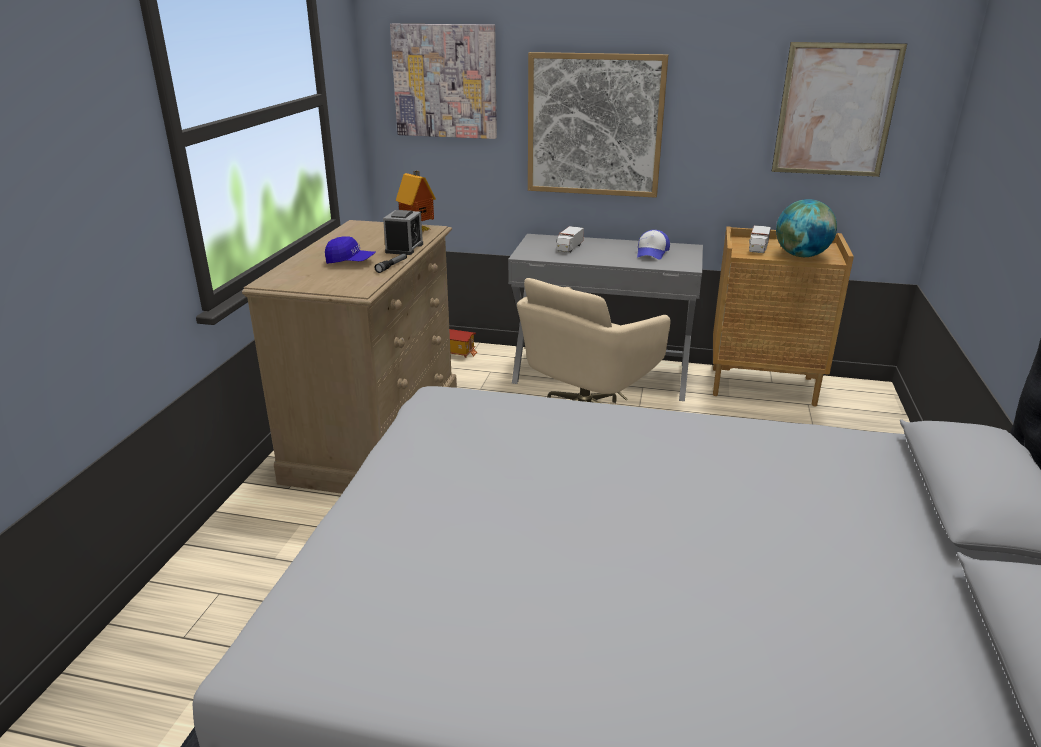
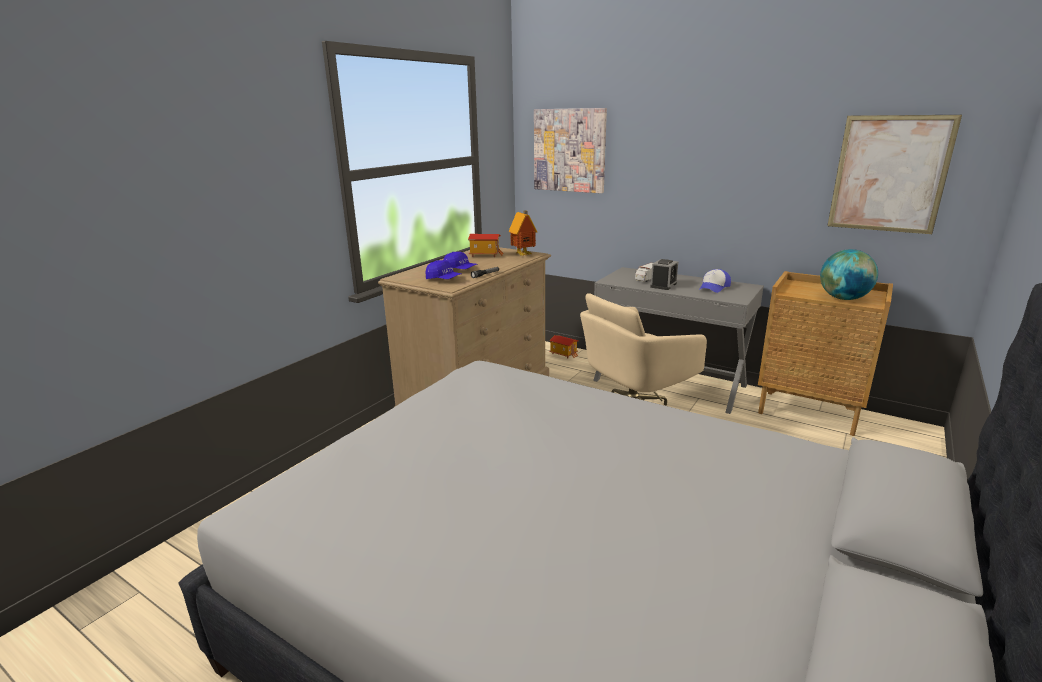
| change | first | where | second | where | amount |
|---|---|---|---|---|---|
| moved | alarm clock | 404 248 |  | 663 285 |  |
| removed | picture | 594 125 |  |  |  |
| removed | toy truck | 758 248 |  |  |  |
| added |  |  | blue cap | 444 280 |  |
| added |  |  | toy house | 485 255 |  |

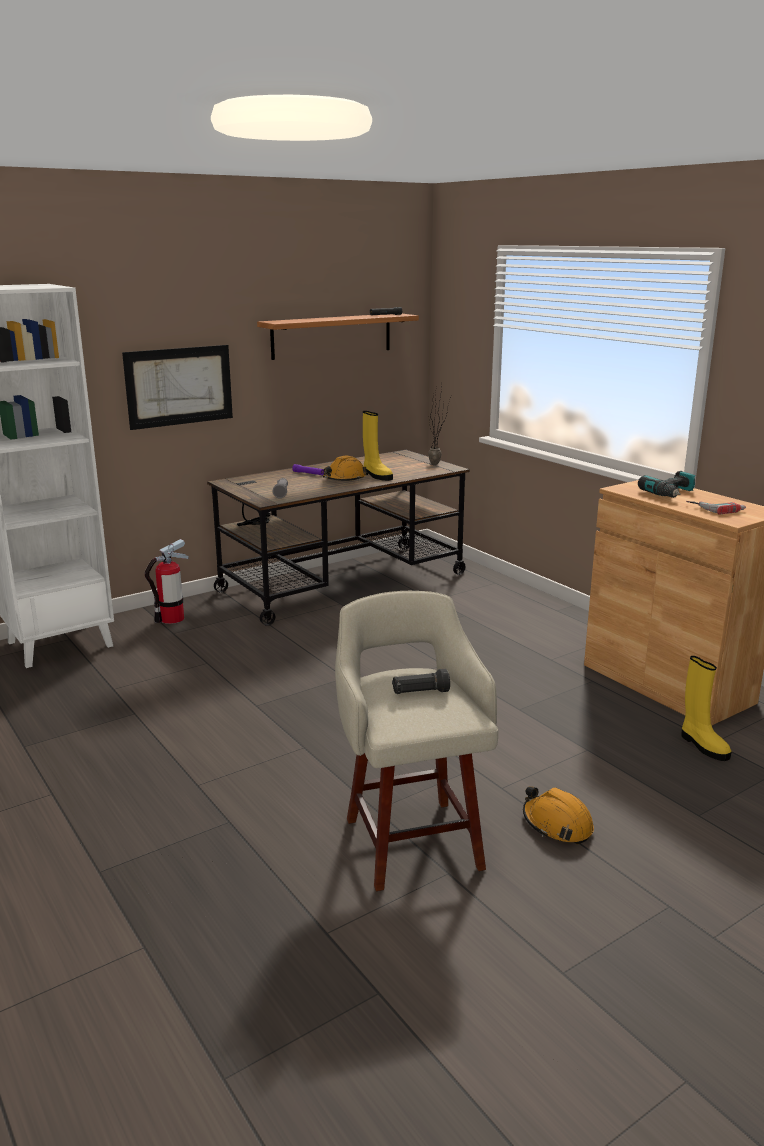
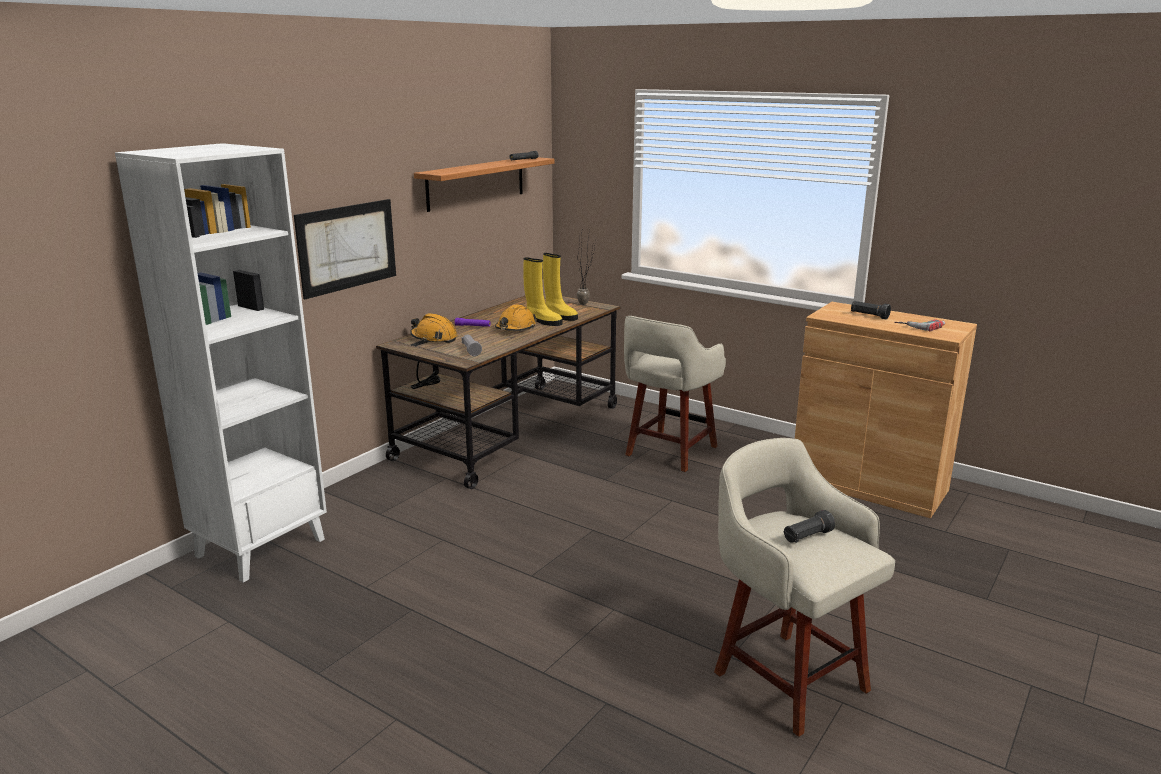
| change | first | where | second | where | amount |
|---|---|---|---|---|---|
| removed | fire extinguisher | 171 619 |  |  |  |
| moved | orange hard hat | 557 824 |  | 434 338 |  |
| replaced | power drill | 671 494 | black flashlight | 869 316 |  |
| moved | yellow boot | 702 745 |  | 559 316 |  |
| added |  |  | beige stool | 669 452 |  |

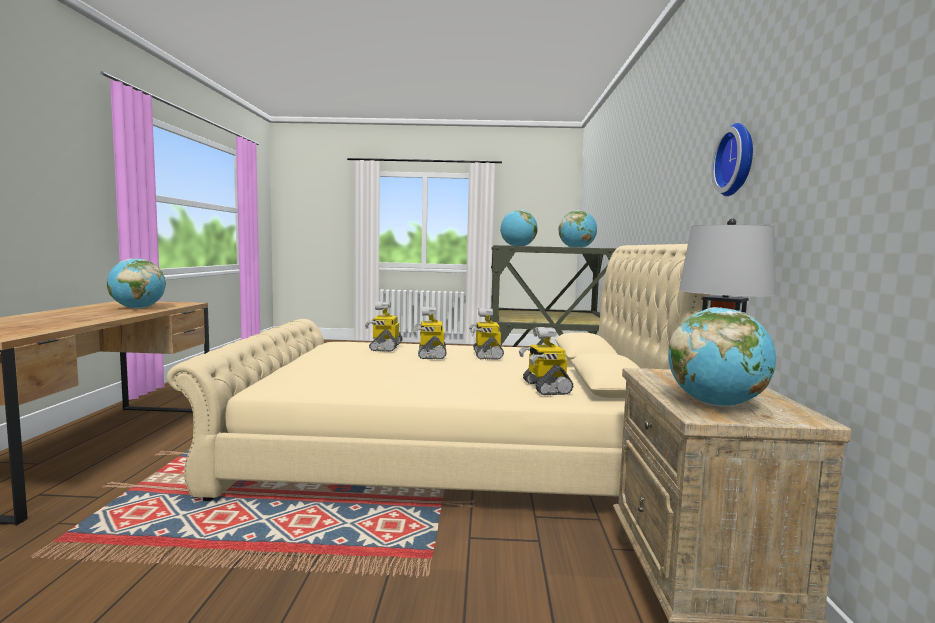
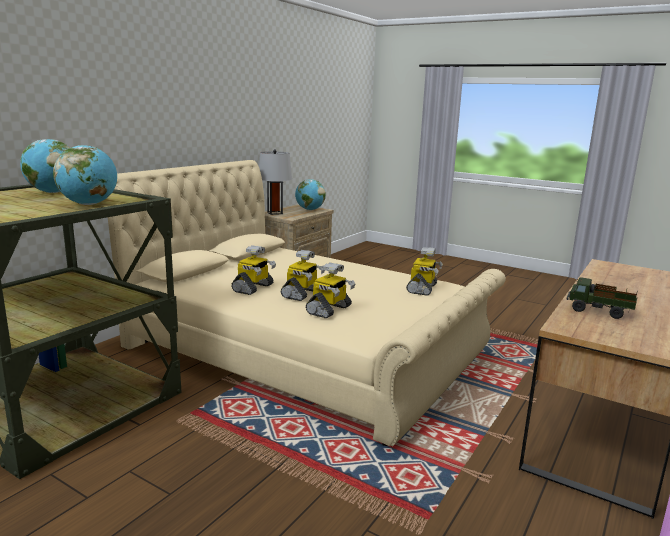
| change | first | where | second | where | amount |
|---|---|---|---|---|---|
| replaced | globe | 138 308 | toy truck | 599 311 |  |
| moved | toy robot | 545 387 |  | 422 289 |  |
| removed | wall clock | 738 160 |  |  |  |

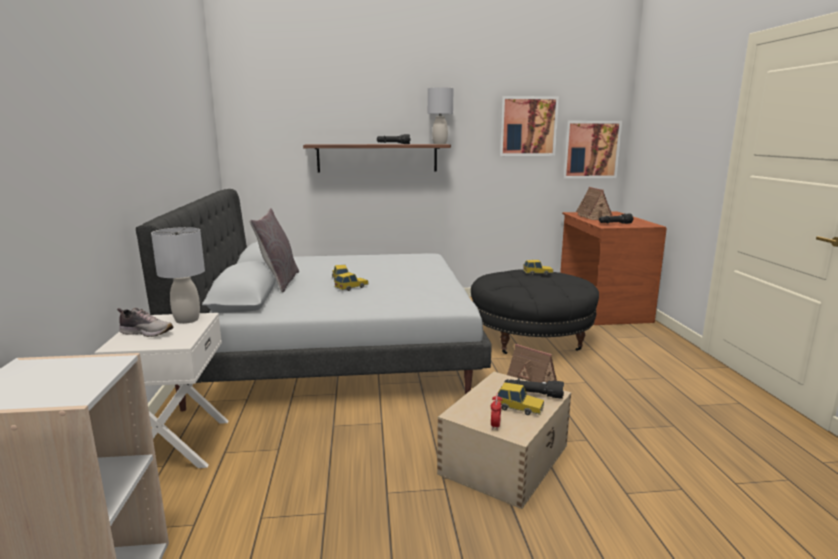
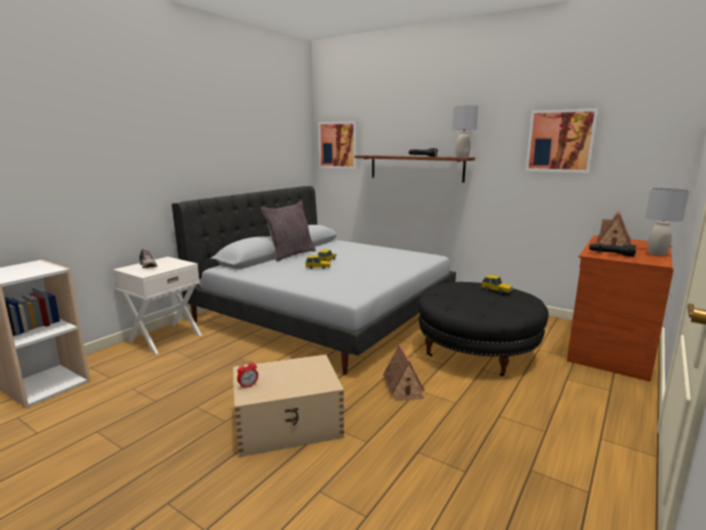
| change | first | where | second | where | amount |
|---|---|---|---|---|---|
| moved | grey table lamp | 187 320 |  | 657 253 |  |
| removed | toy car | 519 407 |  |  |  |
| removed | black flashlight | 533 394 |  |  |  |
| moved | picture | 591 149 |  | 338 145 |  |

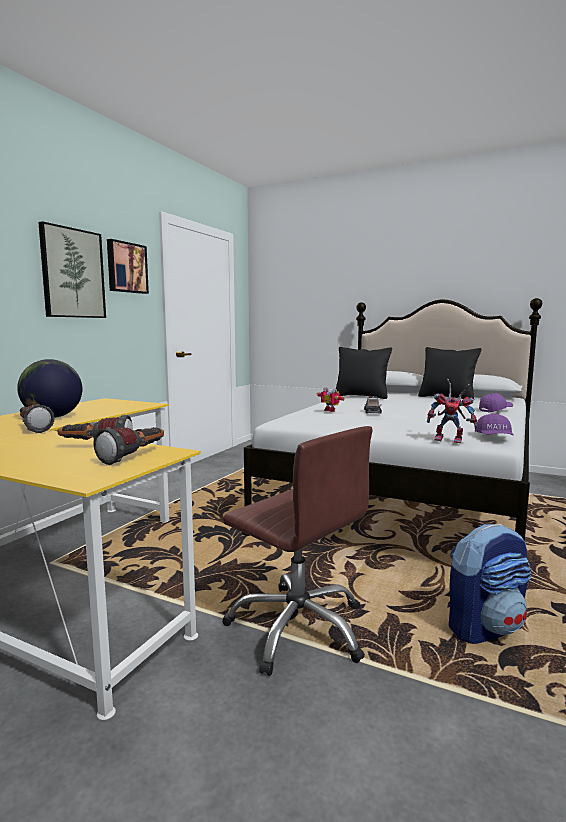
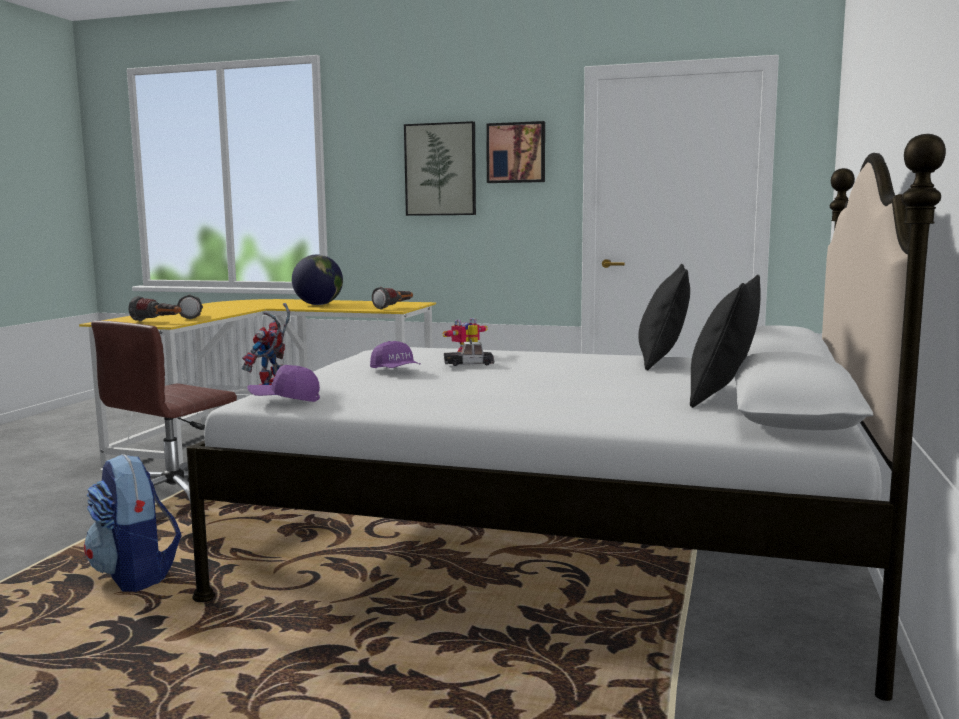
| change | first | where | second | where | amount |
|---|---|---|---|---|---|
| moved | flashlight | 32 429 |  | 395 307 |  |
| moved | purple cap | 495 410 |  | 396 371 |  |

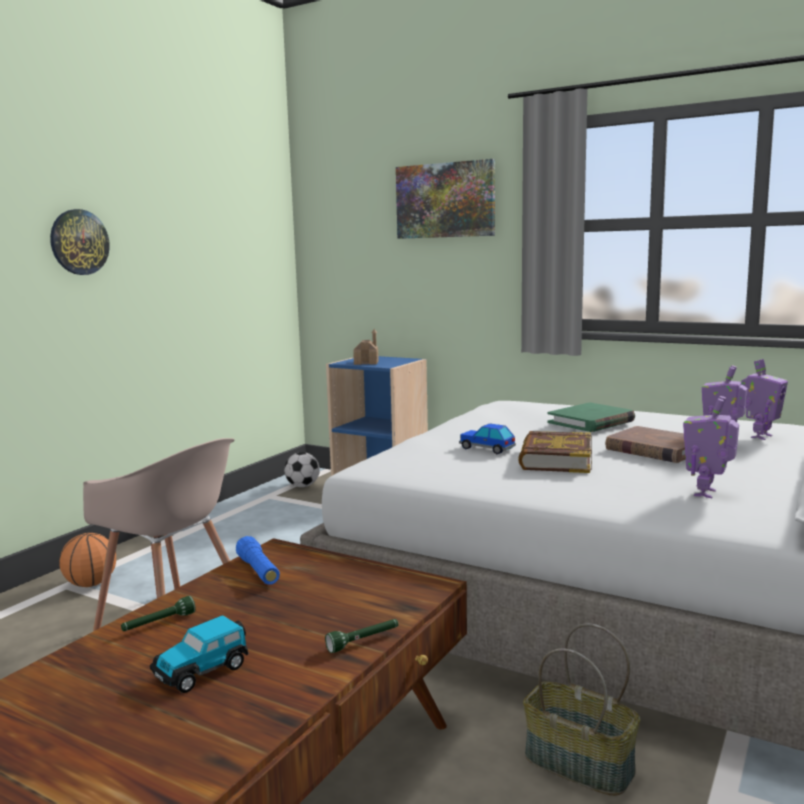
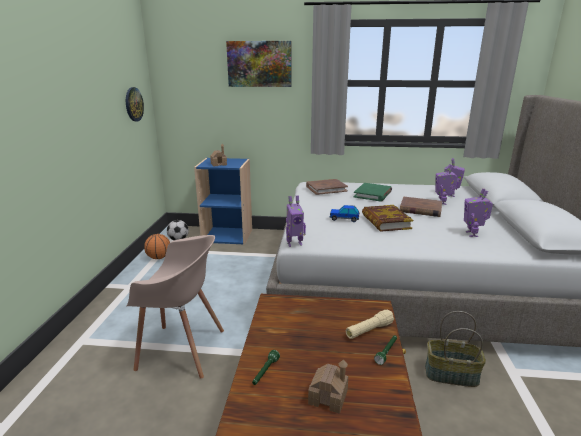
| change | first | where | second | where | amount |
|---|---|---|---|---|---|
| moved | wall clock | 79 242 |  | 133 104 |  |
| moved | basketball | 91 584 |  | 159 257 |  |
| replaced | toy car | 203 670 | toy house | 328 397 |  |
| removed | blue flashlight | 258 571 |  |  |  |
| added |  |  | toy robot | 294 243 |  |
| added |  |  | brown book | 326 188 |  |
| added |  |  | beige flashlight | 369 330 |  |

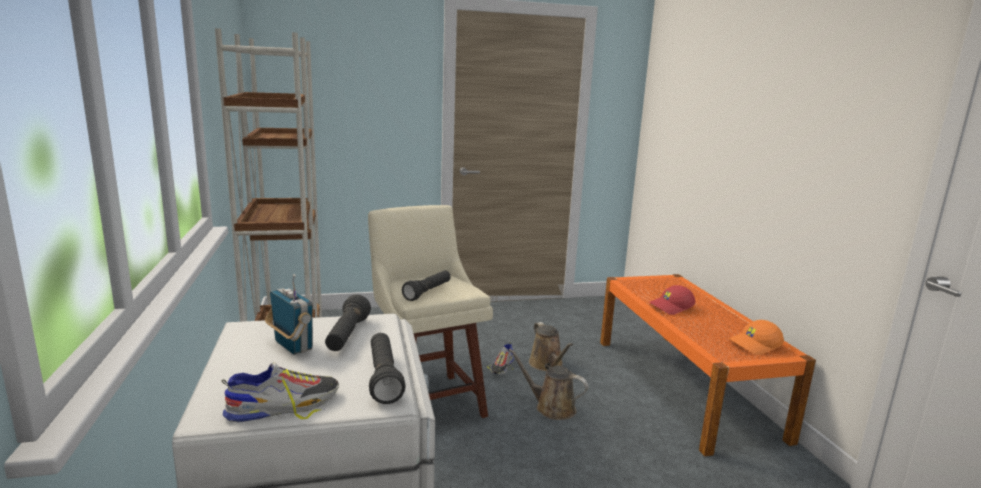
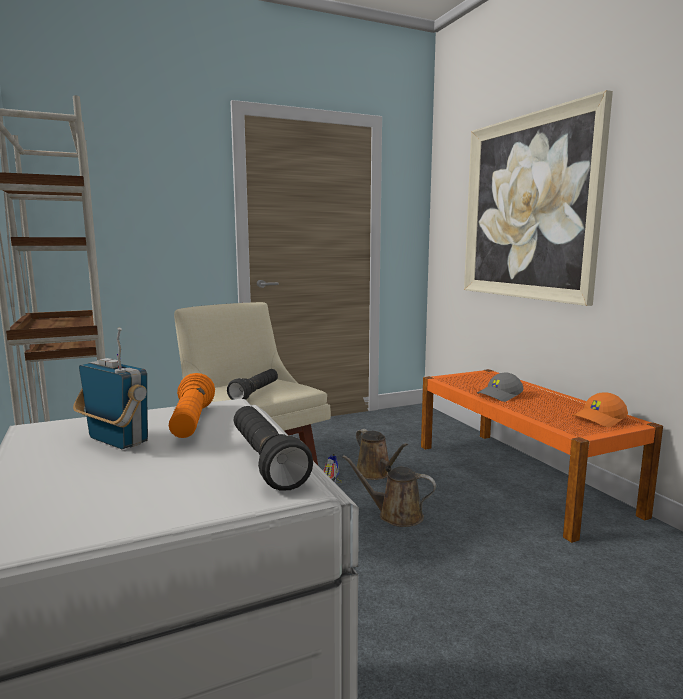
| change | first | where | second | where | amount |
|---|---|---|---|---|---|
| removed | shoe | 284 405 |  |  |  |
| recoloured | black flashlight | 347 336 | orange flashlight | 191 423 |  |
| recoloured | red cap | 671 307 | grey cap | 500 395 |  |
| added |  |  | picture | 528 208 |  |

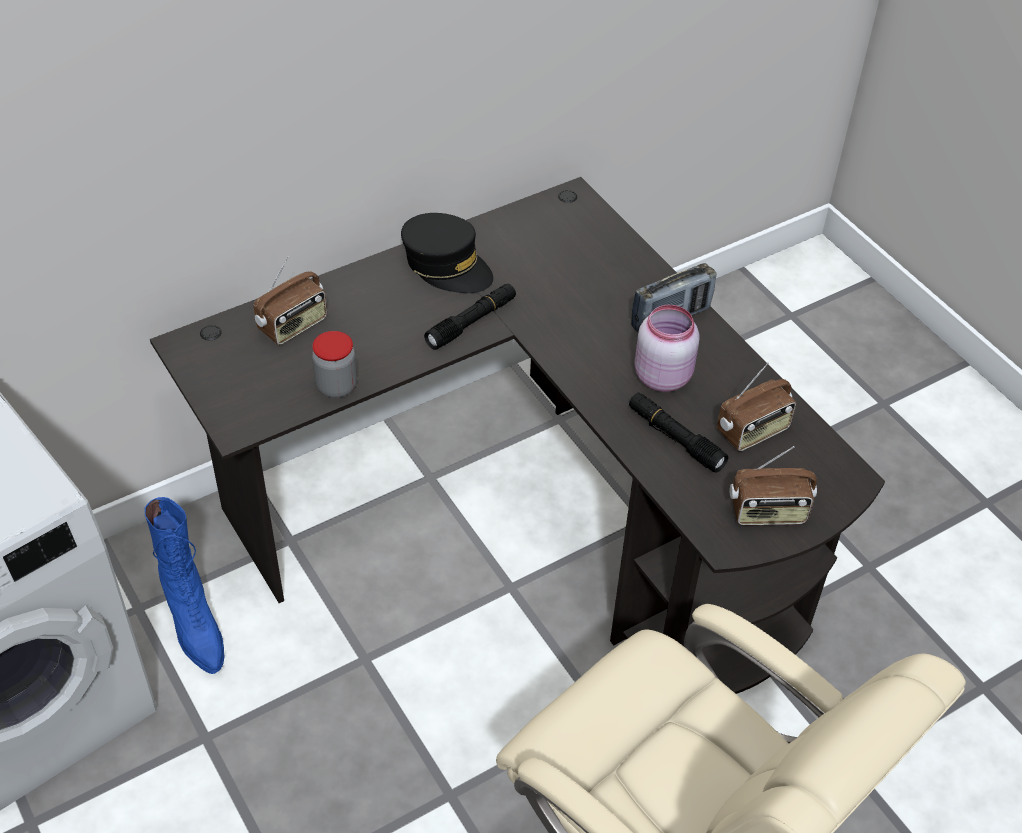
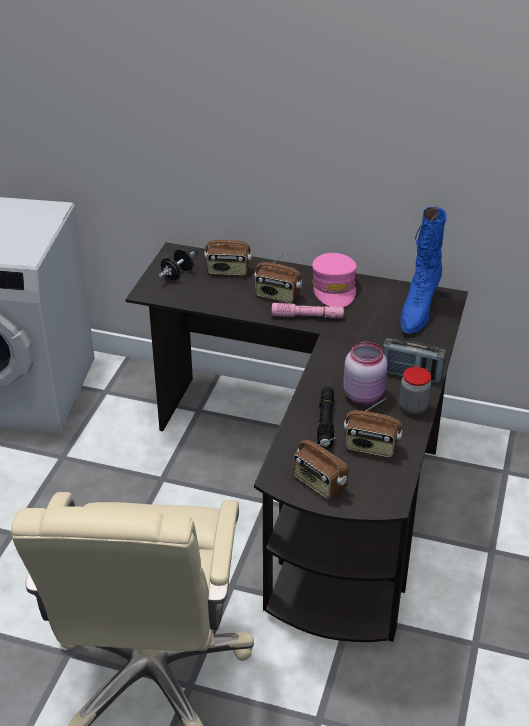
| change | first | where | second | where | amount |
|---|---|---|---|---|---|
| moved | blue boot | 194 625 |  | 418 311 |  |
| moved | jar | 336 386 |  | 413 407 |  |
| recoloured | black cap | 447 265 | pink cap | 334 288 |  |
| recoloured | black flashlight | 471 322 | pink flashlight | 307 316 |  |
| added |  |  | black dumbbell | 177 274 |  |
| added |  |  | radio | 277 295 |  |

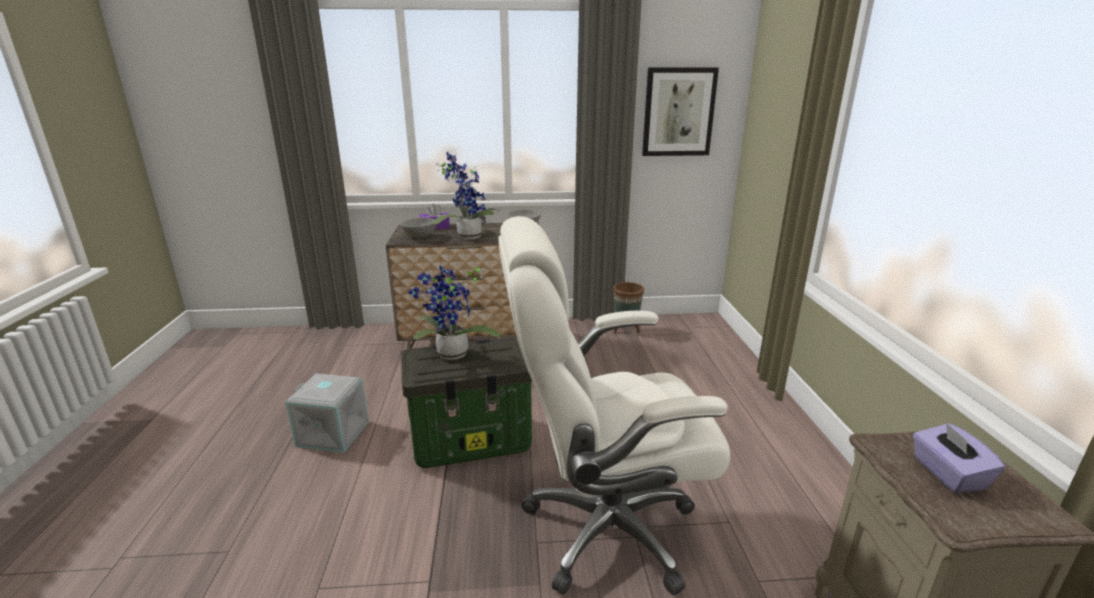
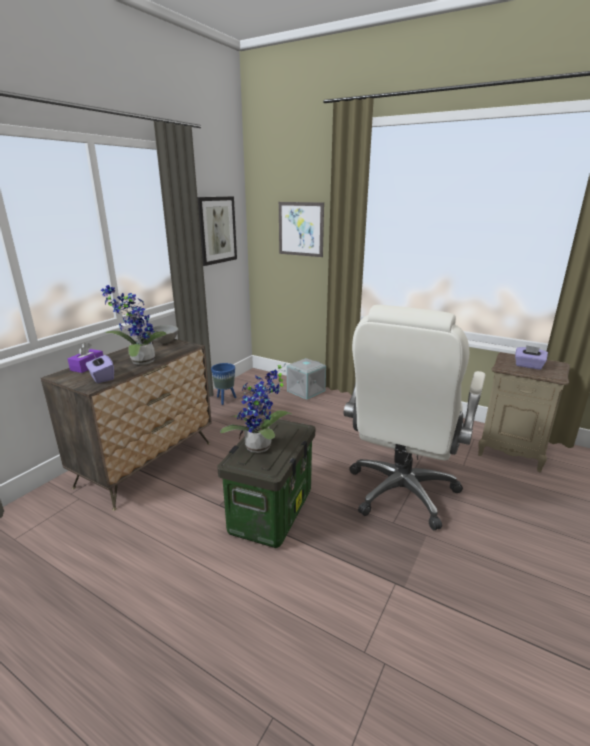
| change | first | where | second | where | amount |
|---|---|---|---|---|---|
| moved | grey storage box | 334 432 |  | 305 390 |  |
| replaced | grey bowl | 419 237 | purple tissue box | 101 377 |  |
| recoloured | brown planter | 626 329 | blue planter | 225 399 |  |
| added |  |  | picture | 301 229 |  |

